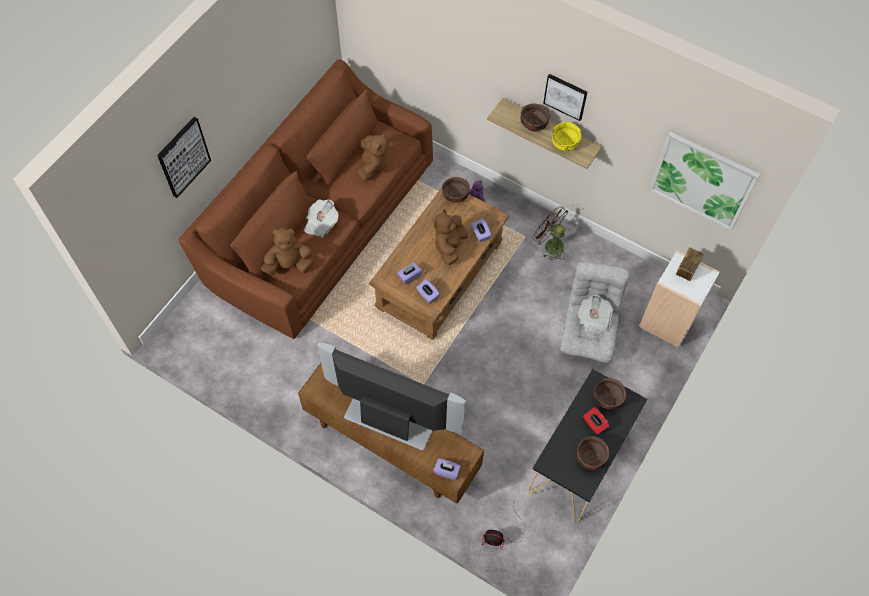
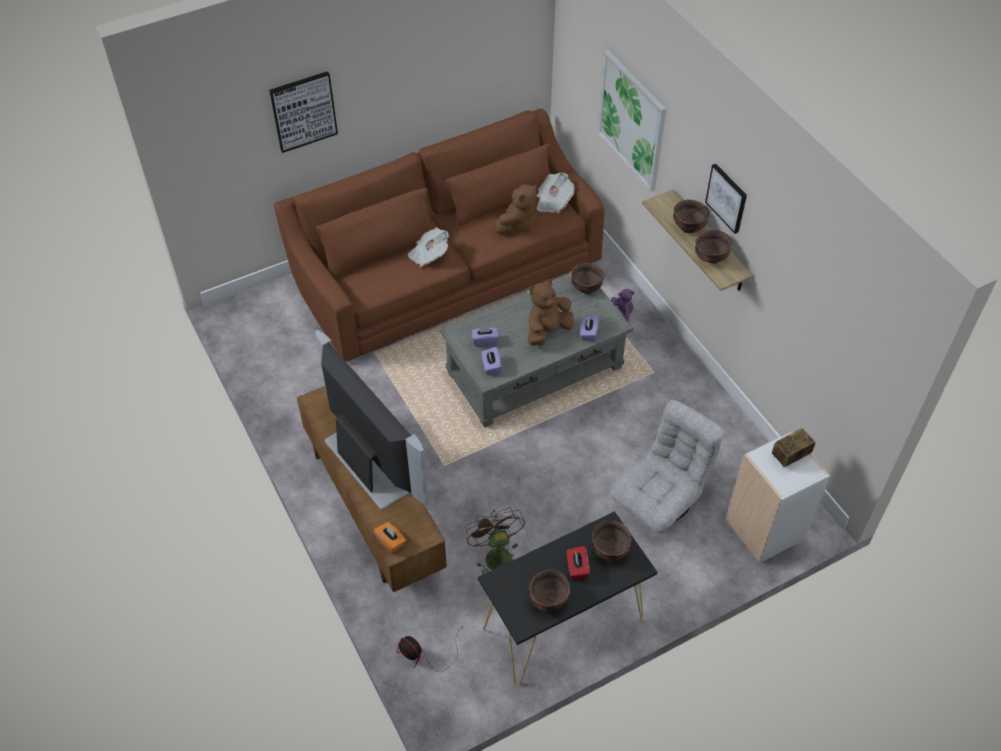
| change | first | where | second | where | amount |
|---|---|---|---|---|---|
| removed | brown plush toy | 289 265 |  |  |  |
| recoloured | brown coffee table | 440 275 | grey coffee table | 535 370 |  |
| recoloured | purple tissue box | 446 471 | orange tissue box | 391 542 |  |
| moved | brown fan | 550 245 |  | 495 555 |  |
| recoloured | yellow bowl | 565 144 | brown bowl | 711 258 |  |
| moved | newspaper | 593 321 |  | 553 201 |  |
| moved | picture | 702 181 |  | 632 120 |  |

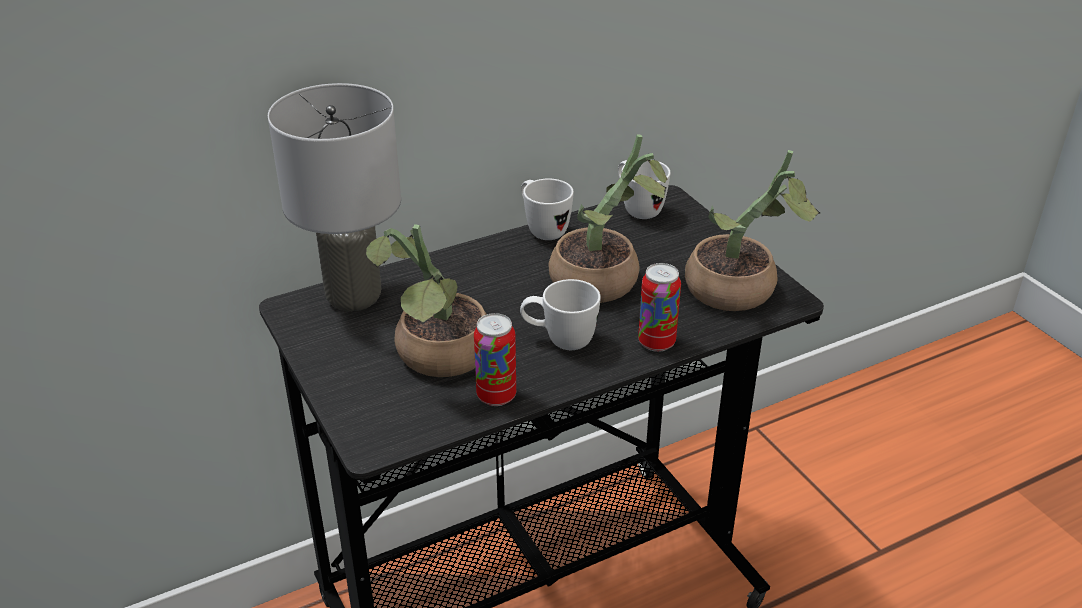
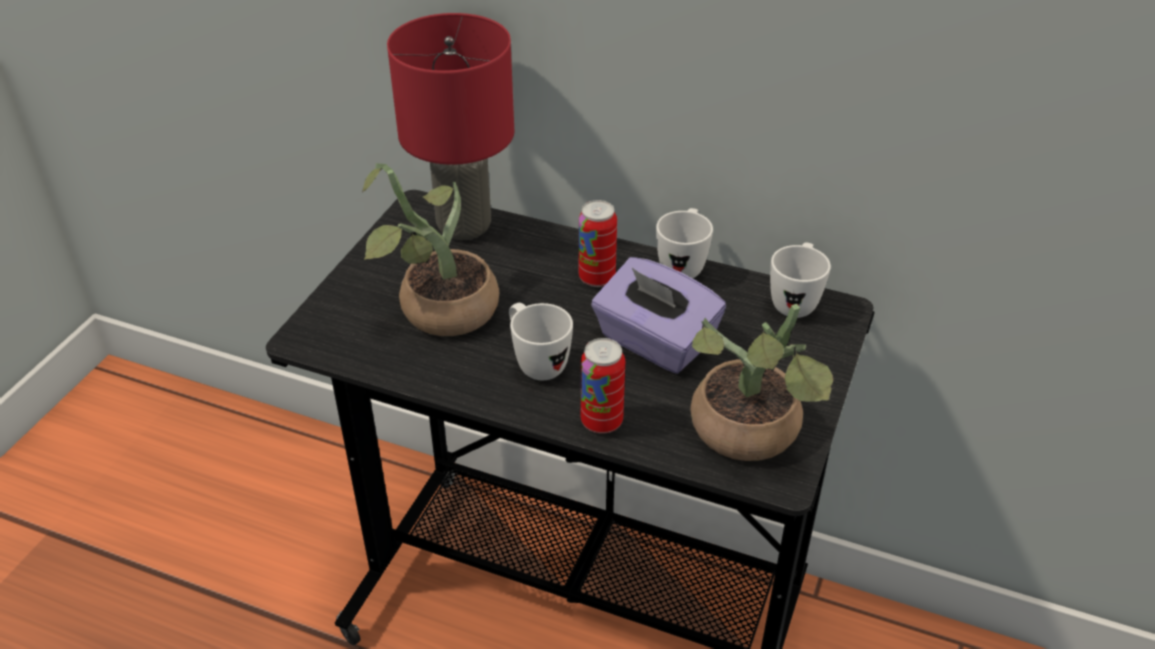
| change | first | where | second | where | amount |
|---|---|---|---|---|---|
| recoloured | white table lamp | 354 296 | red table lamp | 467 225 |  |
| moved | can | 496 396 |  | 597 278 |  |
| replaced | potted plant | 605 281 | purple tissue box | 654 342 |  |

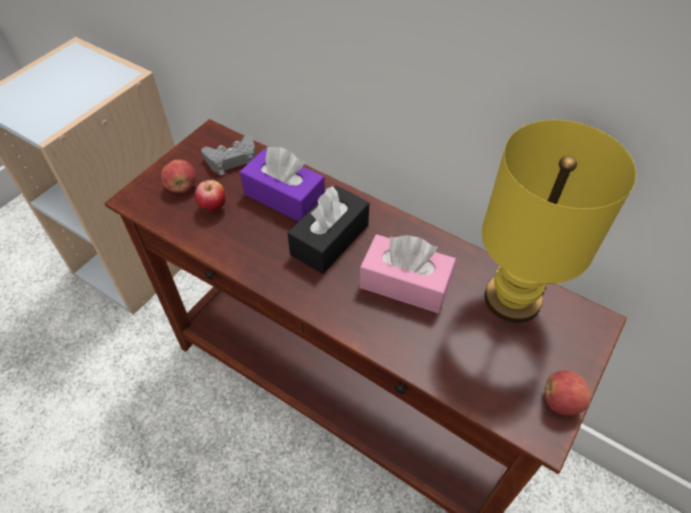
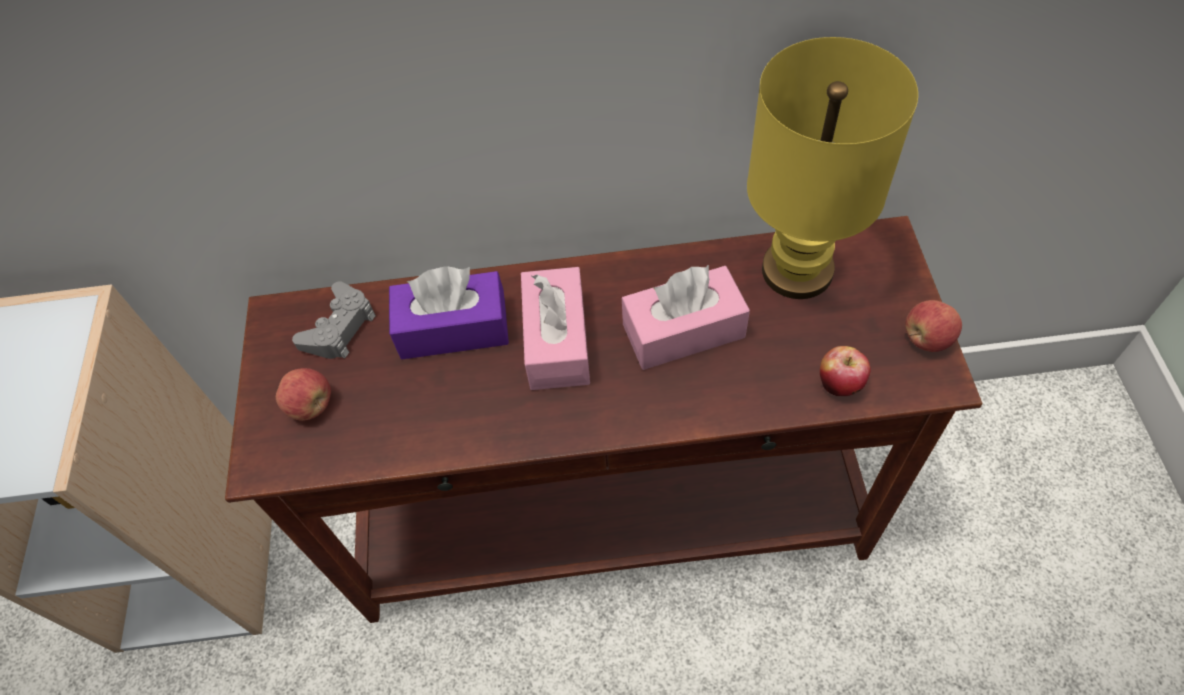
| change | first | where | second | where | amount |
|---|---|---|---|---|---|
| moved | apple | 213 208 |  | 839 384 |  |
| recoloured | black tissue box | 329 239 | pink tissue box | 557 341 |  |

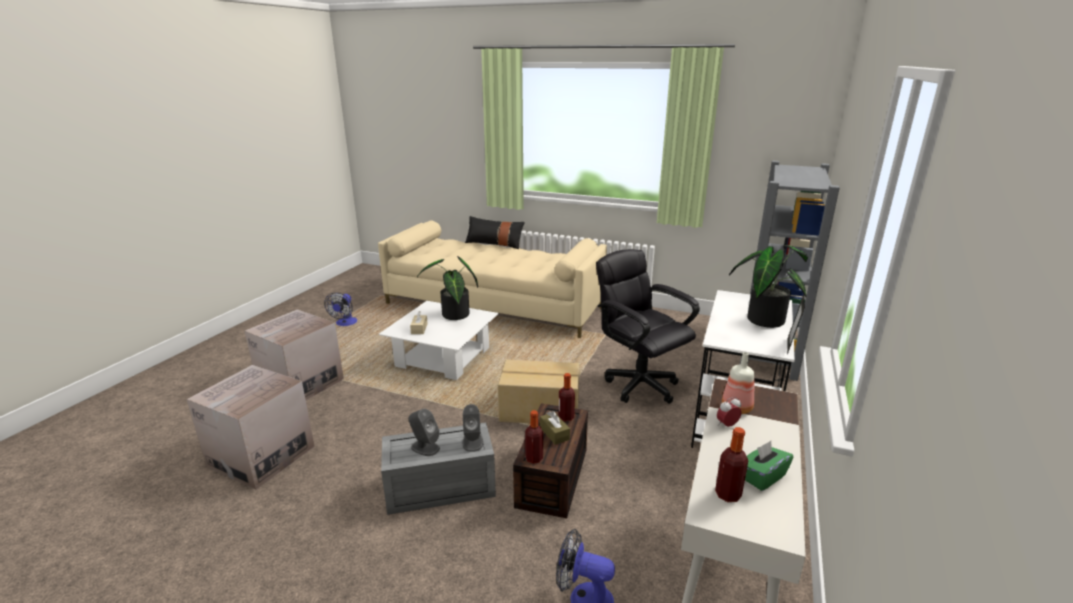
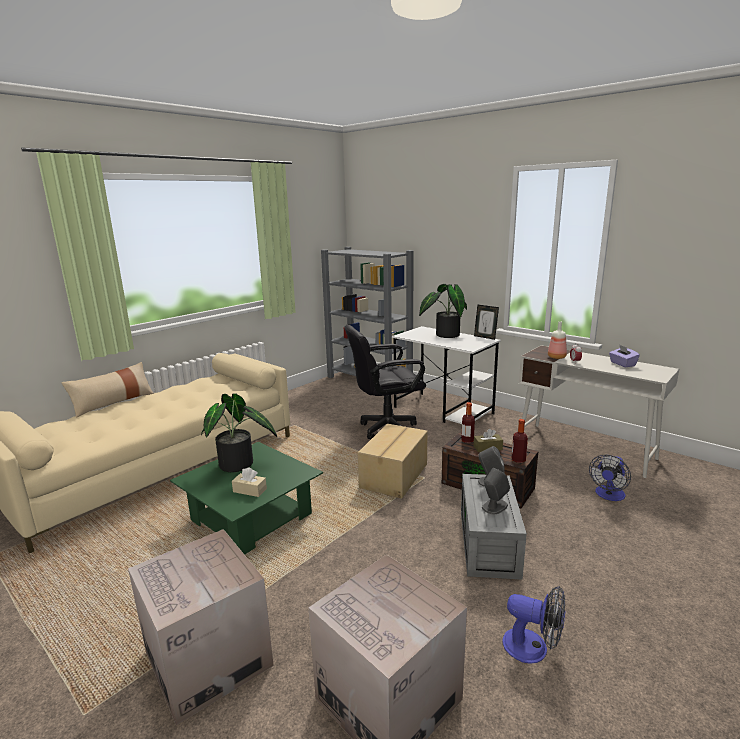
| change | first | where | second | where | amount |
|---|---|---|---|---|---|
| moved | fan | 345 323 |  | 533 648 |  |
| recoloured | white coffee table | 443 357 | green coffee table | 251 517 |  |
| recoloured | black pillow | 494 244 | beige pillow | 113 403 |  |
| removed | bottle | 728 494 |  |  |  |
| recoloured | green tissue box | 762 477 | purple tissue box | 622 364 |  |

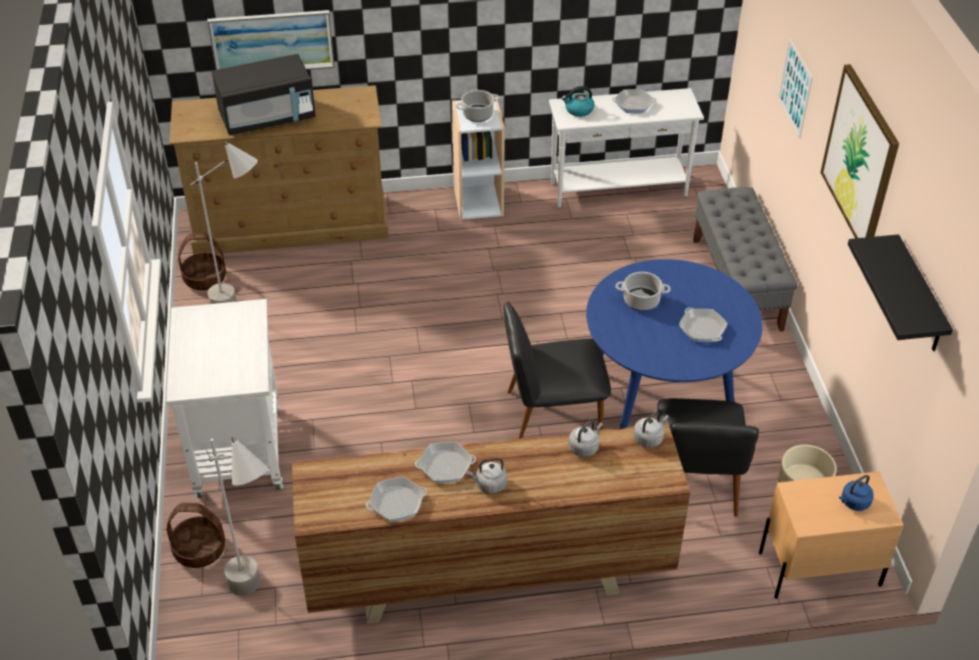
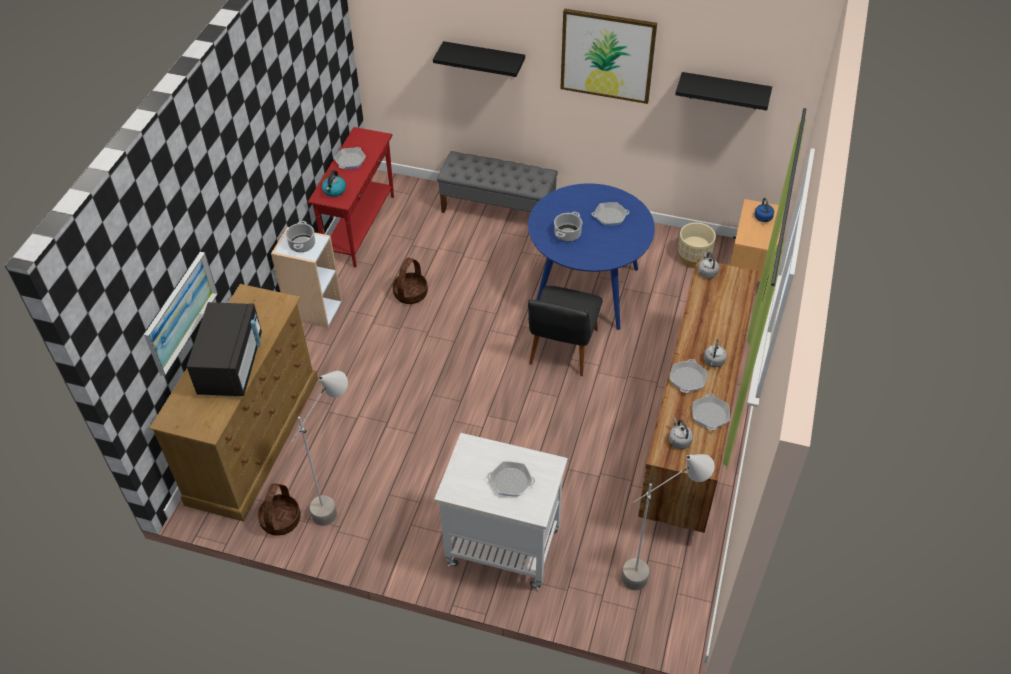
| change | first | where | second | where | amount |
|---|---|---|---|---|---|
| moved | basket | 200 549 |  | 410 293 |  |
| recoloured | white console table | 619 189 | red console table | 360 227 |  |
| moved | grey kettle | 584 447 |  | 679 440 |  |
| removed | black chair | 696 479 |  |  |  |
| replaced | picture | 795 88 | black shelf | 484 59 |  |
| added |  |  | frying pan | 511 481 |  |

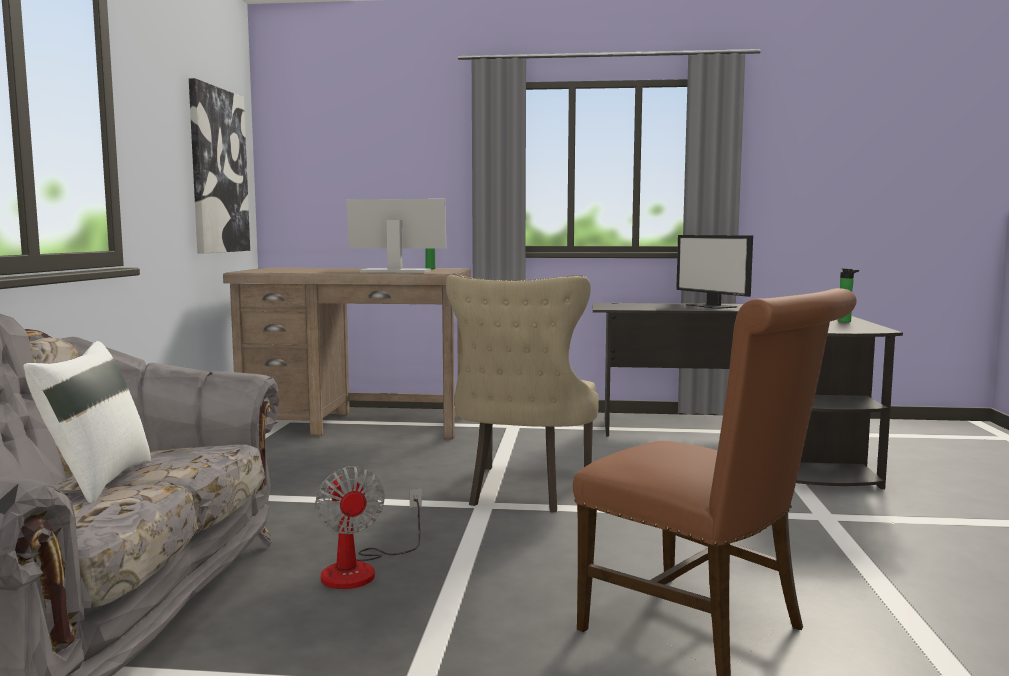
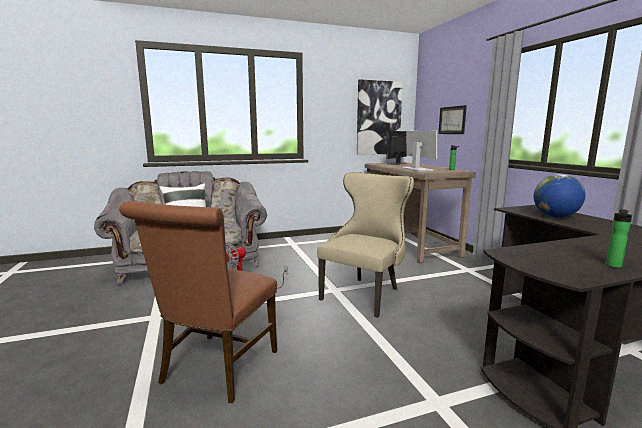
| change | first | where | second | where | amount |
|---|---|---|---|---|---|
| turned | beige chair | 524 490 |  | 364 294 | 135 degrees clockwise |
| moved | monitor | 712 306 |  | 397 163 |  |
| added |  |  | picture | 452 120 |  |
| added |  |  | globe | 555 217 |  |

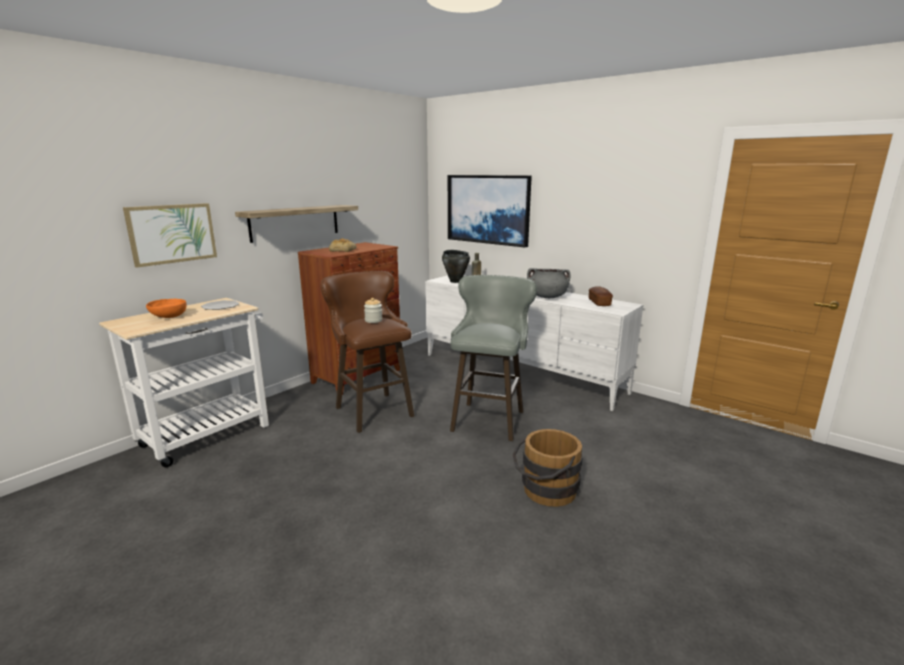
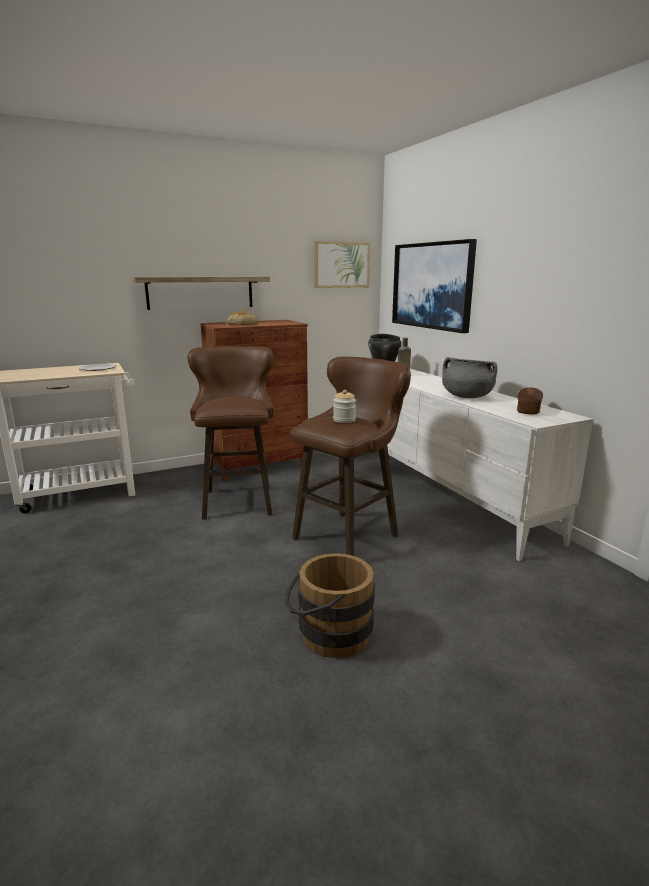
| change | first | where | second | where | amount |
|---|---|---|---|---|---|
| moved | picture | 172 233 |  | 341 265 |  |
| removed | orange bowl | 168 317 |  |  |  |
| moved | jar | 373 320 |  | 344 420 |  |
| recoloured | grey stool | 489 419 | brown stool | 349 535 |  |

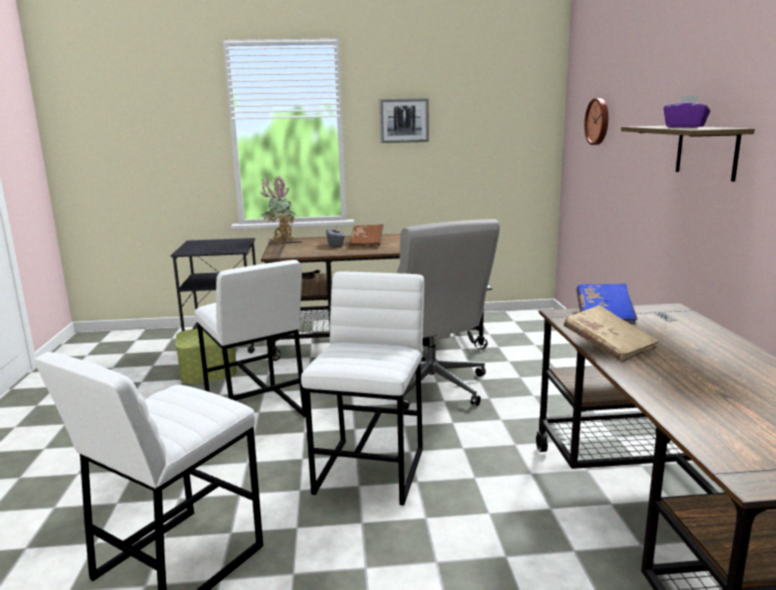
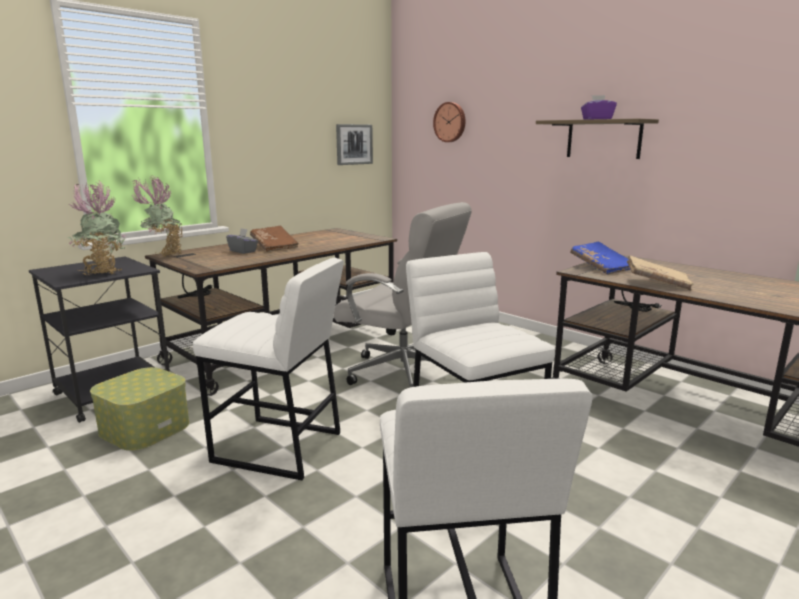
| change | first | where | second | where | amount |
|---|---|---|---|---|---|
| moved | picture | 404 120 |  | 354 144 |  |
| added |  |  | potted plant | 102 272 |  |

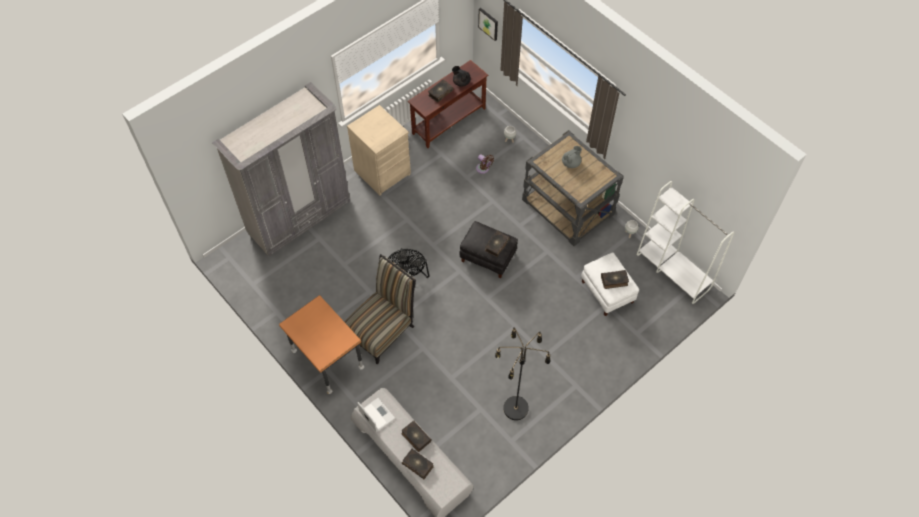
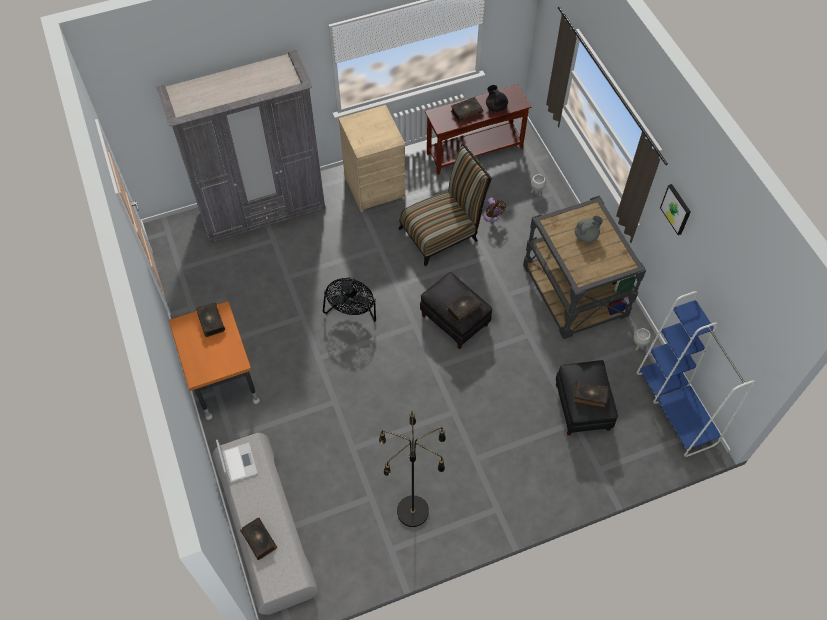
| change | first | where | second | where | amount |
|---|---|---|---|---|---|
| moved | chair | 382 328 |  | 442 232 |  |
| moved | book | 416 437 |  | 210 322 |  |
| moved | picture | 488 23 |  | 676 209 |  |
| recoloured | white ottoman | 607 292 | black ottoman | 582 407 |  |
| recoloured | white clothes rack | 673 272 | blue clothes rack | 675 409 |  |

